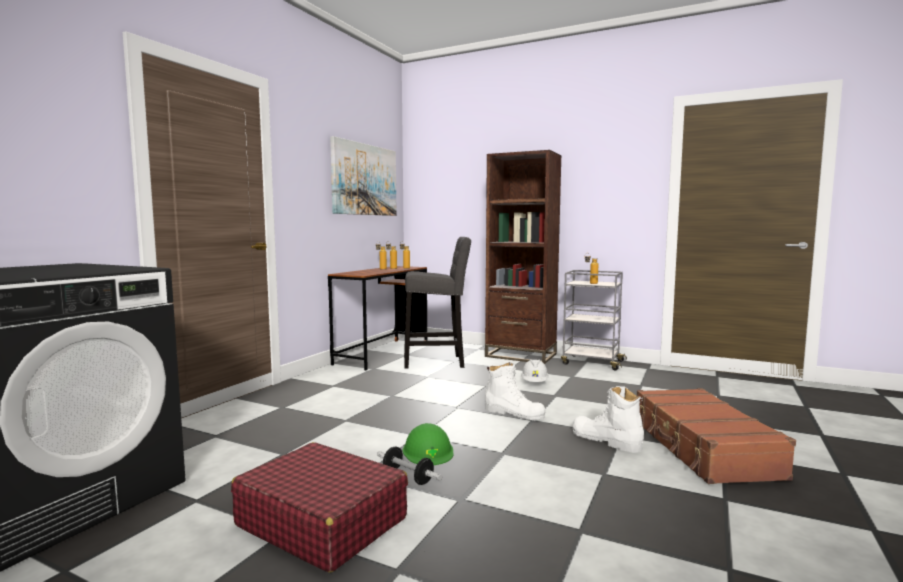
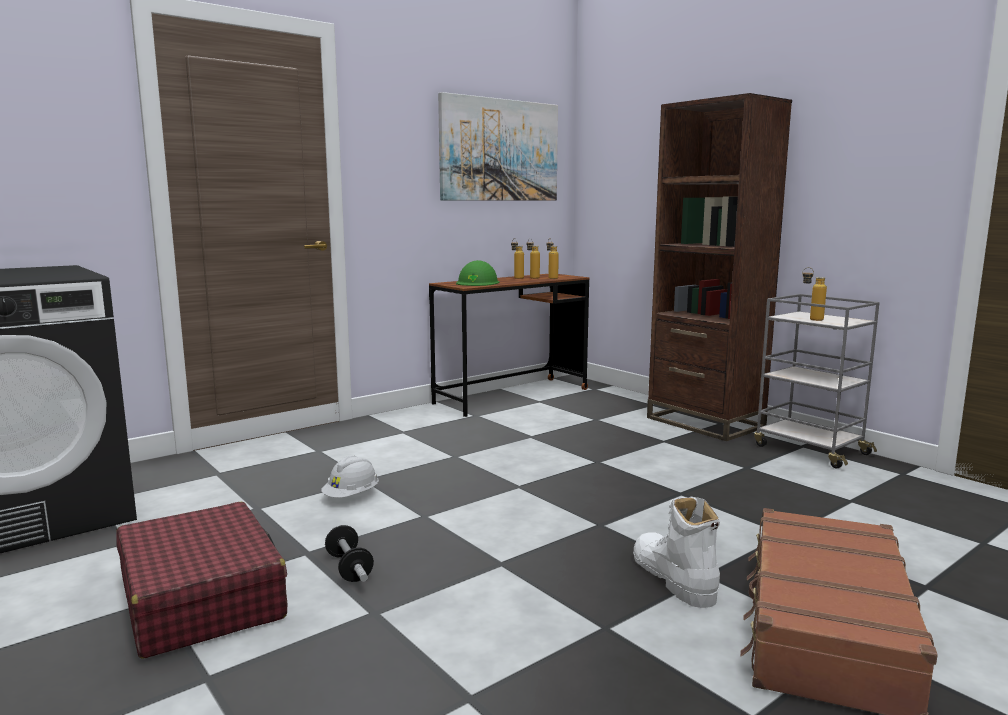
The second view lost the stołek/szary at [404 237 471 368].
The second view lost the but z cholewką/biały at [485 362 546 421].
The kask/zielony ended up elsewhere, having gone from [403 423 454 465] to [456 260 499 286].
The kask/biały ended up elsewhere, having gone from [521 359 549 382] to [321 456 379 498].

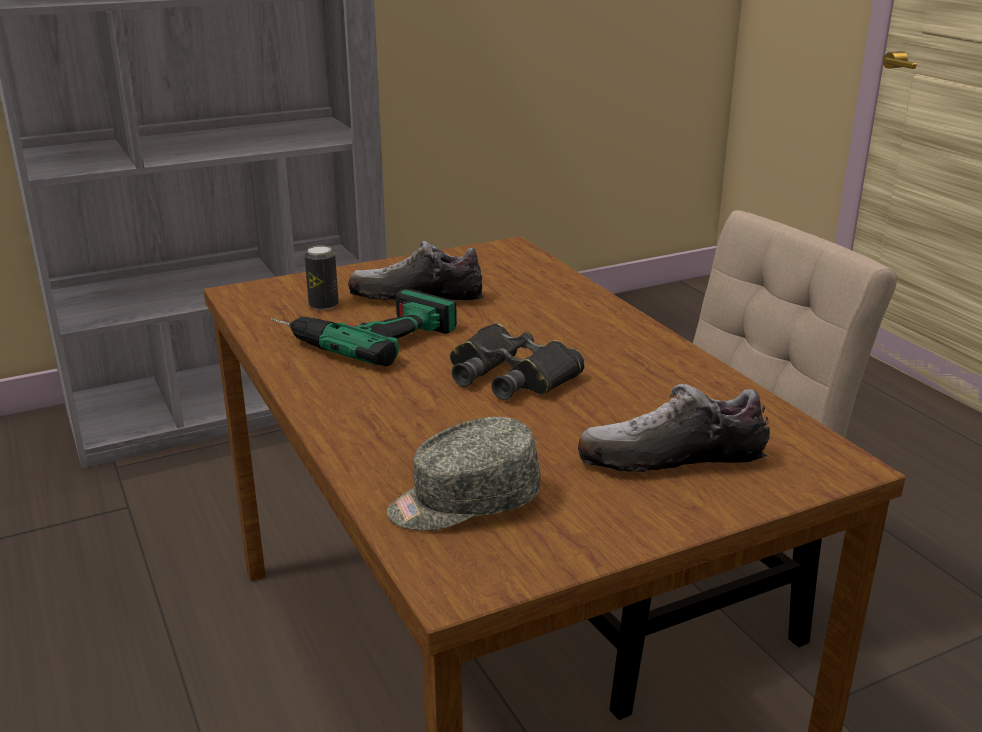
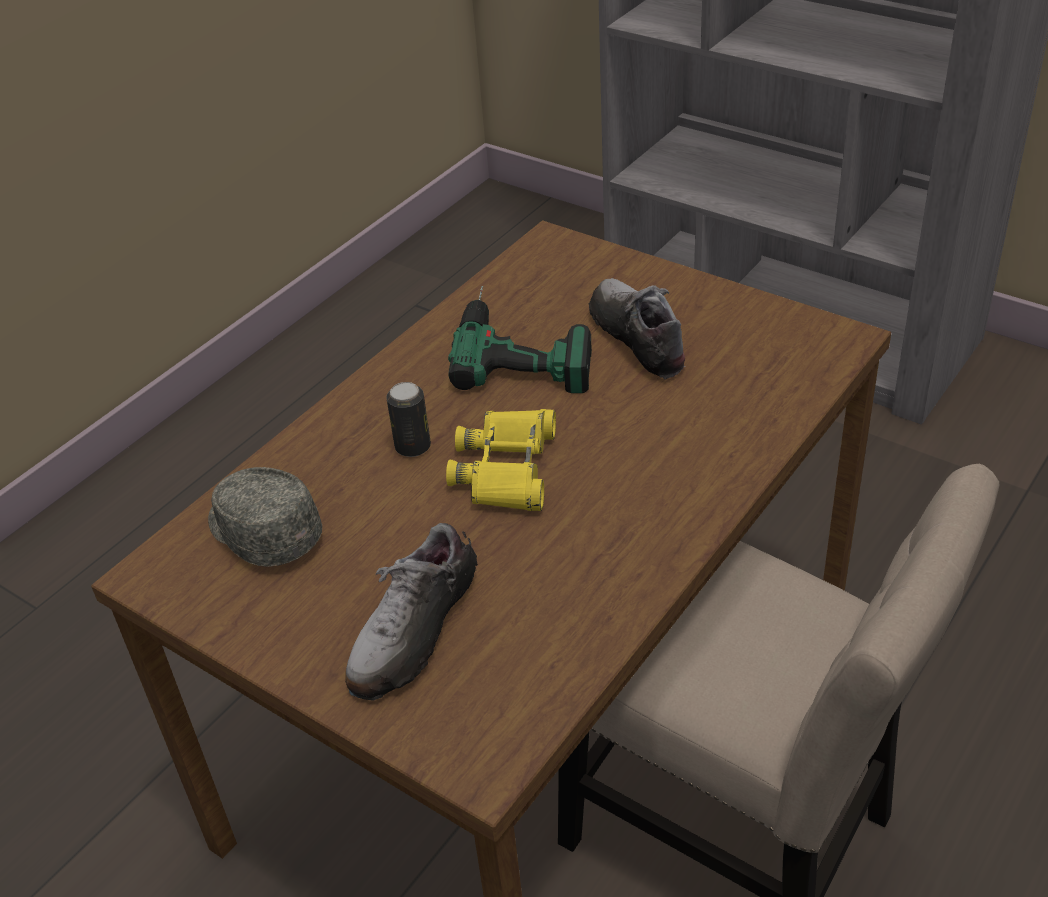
The puszka ended up elsewhere, having gone from [304 246 339 310] to [386 382 431 457].
What was the lornetka/czarny at [450 324 585 400] turned into the lornetka/żółty at [446 409 556 511].
The but at [578 384 770 472] ended up facing another way, 120 degrees counterclockwise from before.

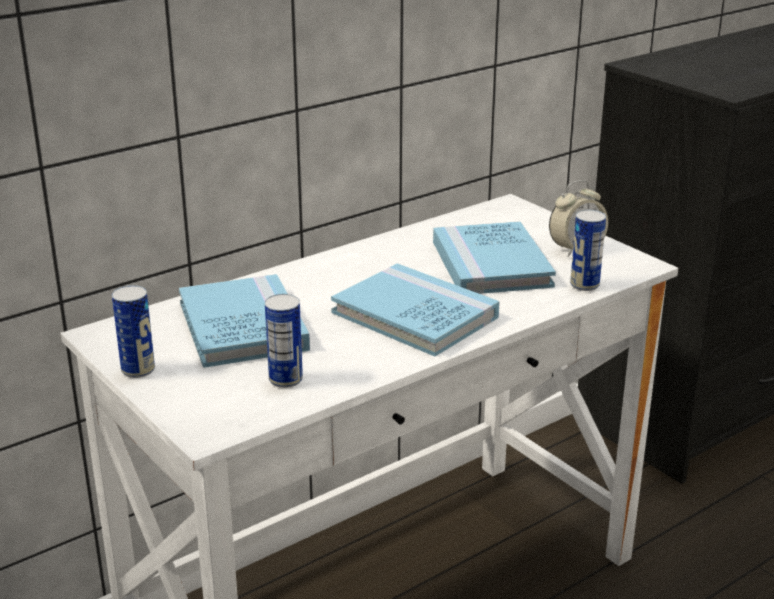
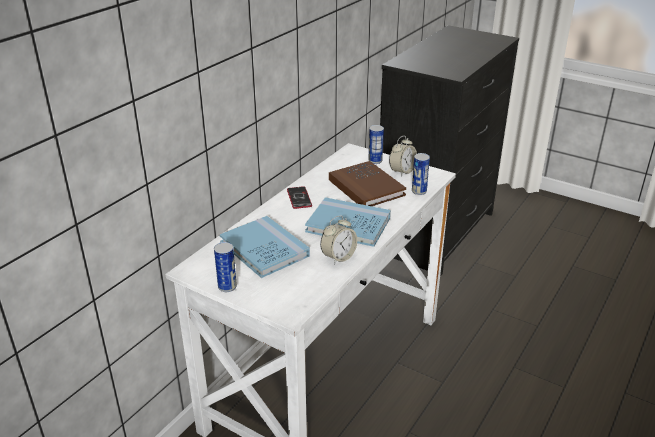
The second view gained the telefon at [287 186 312 209].
The second view gained the budzik at [320 215 357 265].
The puszka ended up elsewhere, having gone from [265 294 303 388] to [368 125 384 164].
What was the książka/niebieski at [433 221 556 294] turned into the książka/brązowy at [329 161 406 206].

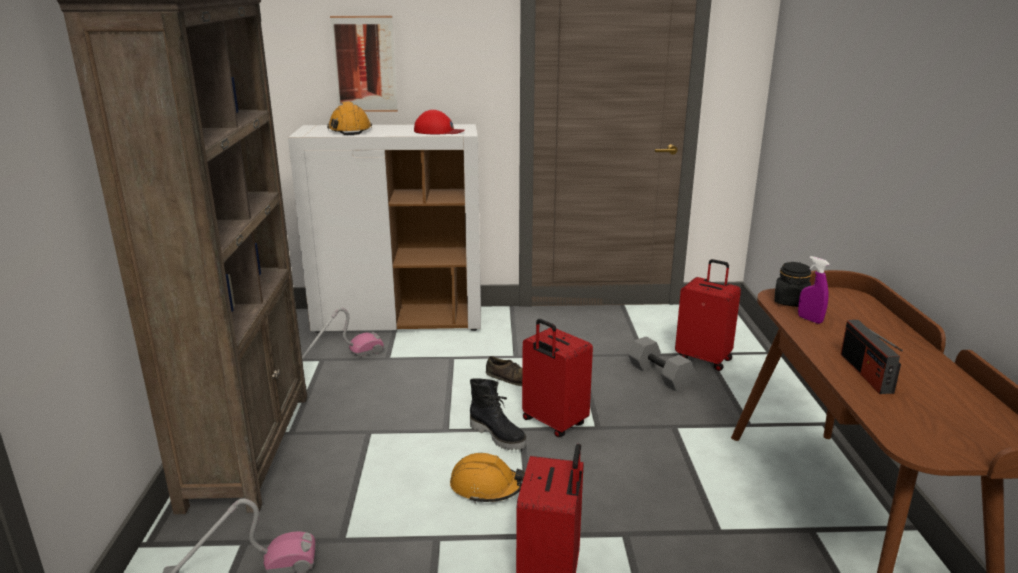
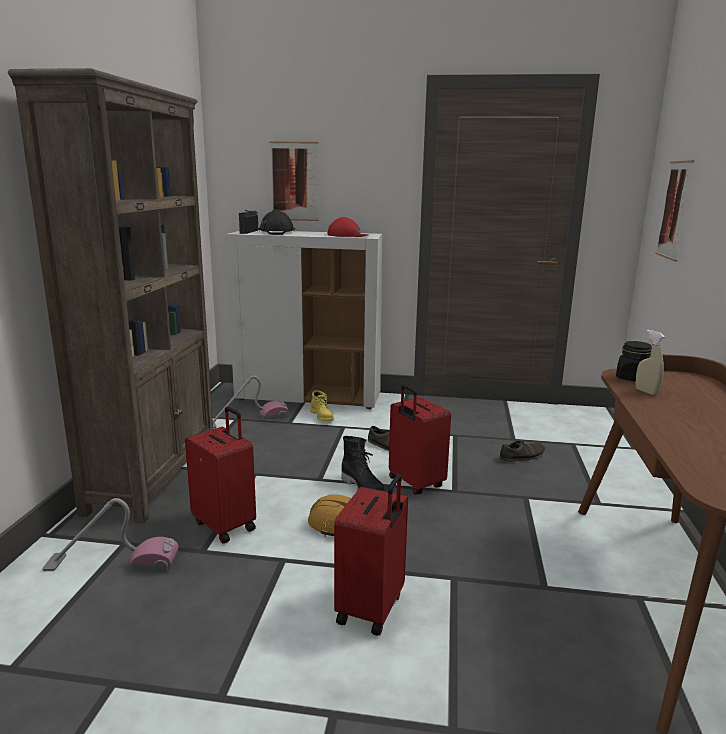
The second view gained the but z cholewką/żółty at [310 390 334 421].
The second view gained the obraz at [655 160 695 262].
The walizka/czerwony ended up elsewhere, having gone from [675 259 741 371] to [185 407 256 544].
The radio ended up elsewhere, having gone from [840 320 903 394] to [239 210 258 234].
Where the hantel/szary stood at [628 337 695 391], the but/brązowy came to stand at [500 441 545 462].
What was the kask/pomarańczowy at [327 101 372 135] turned into the kask/czarny at [259 209 295 235].
What was the spryskiwacz/fioletowy at [798 256 830 324] turned into the spryskiwacz/beżowy at [635 330 665 395].

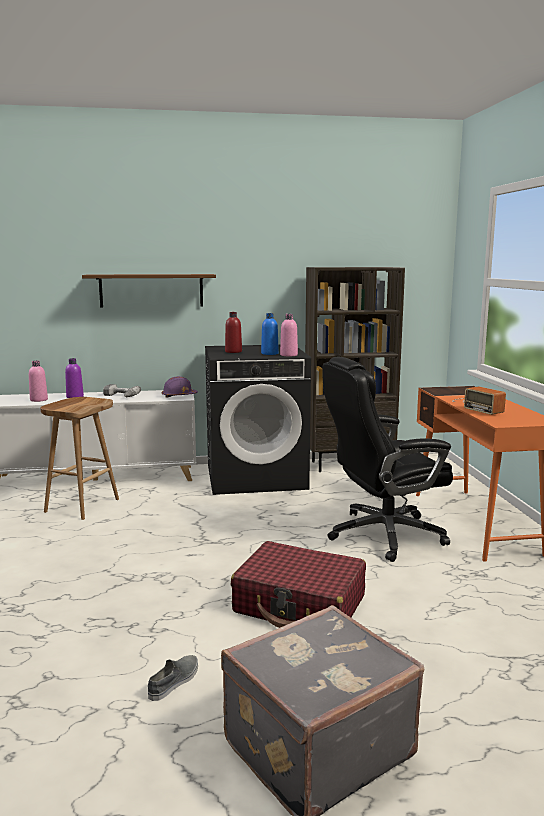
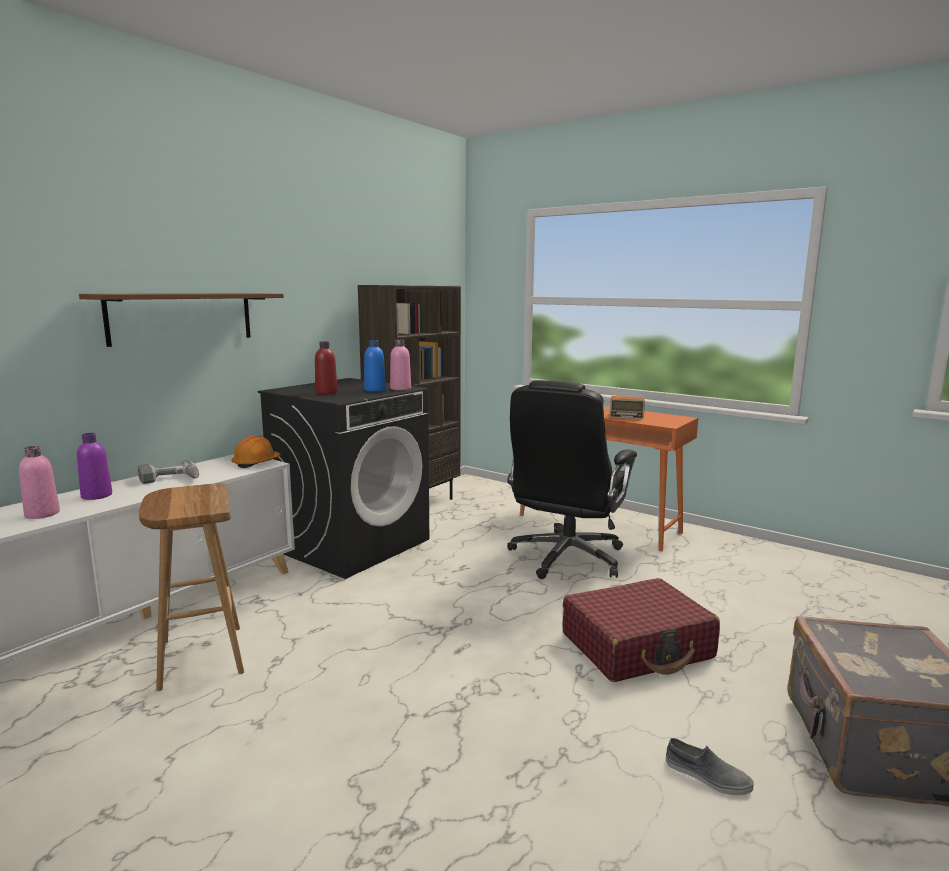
What was the kask/fioletowy at [162 376 198 398] turned into the kask/pomarańczowy at [231 435 281 468].
The but/szary at [148 655 198 701] ended up facing another way, 135 degrees clockwise from before.

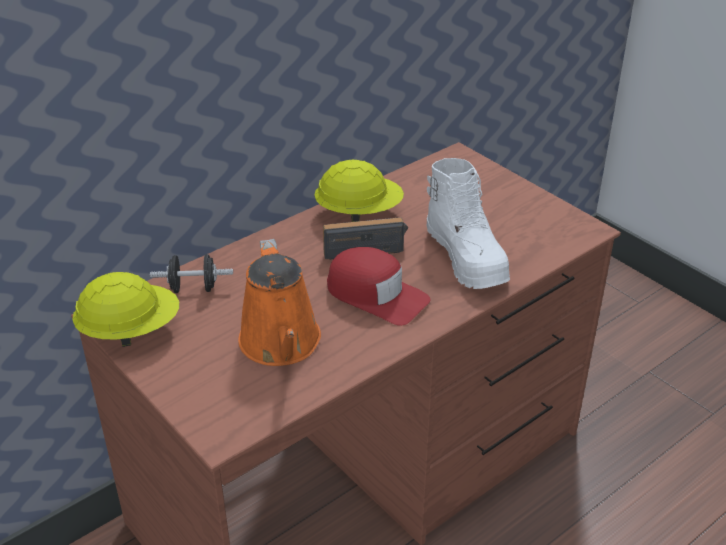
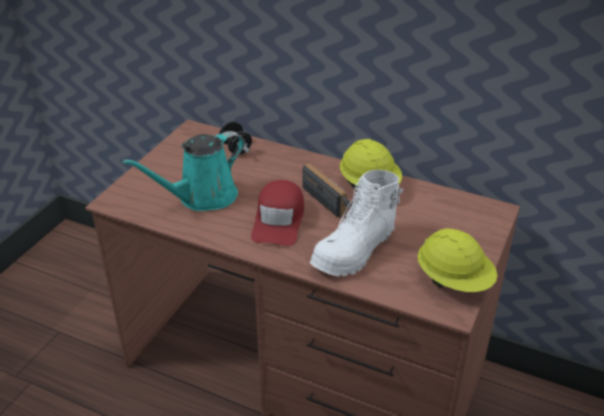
The kask/żółty ended up elsewhere, having gone from [72 272 179 347] to [418 228 497 292].
What was the konewka/pomarańczowy at [238 239 321 366] turned into the konewka/turkusowy at [122 131 245 211].

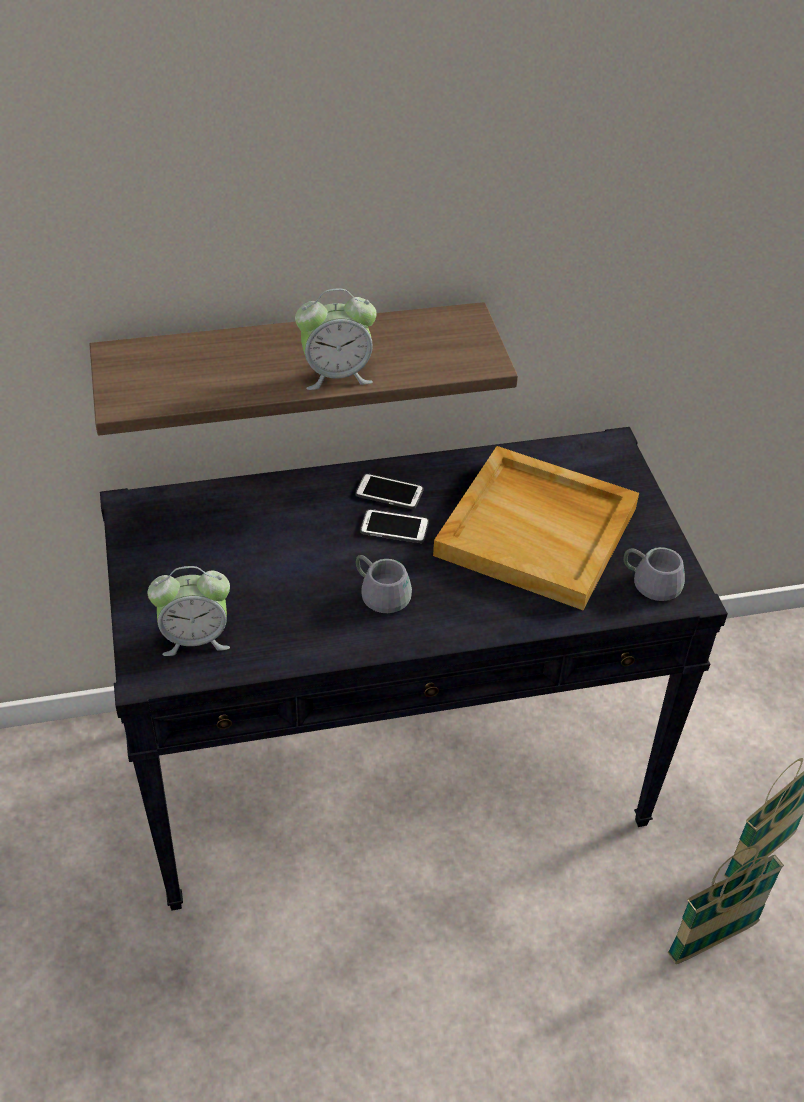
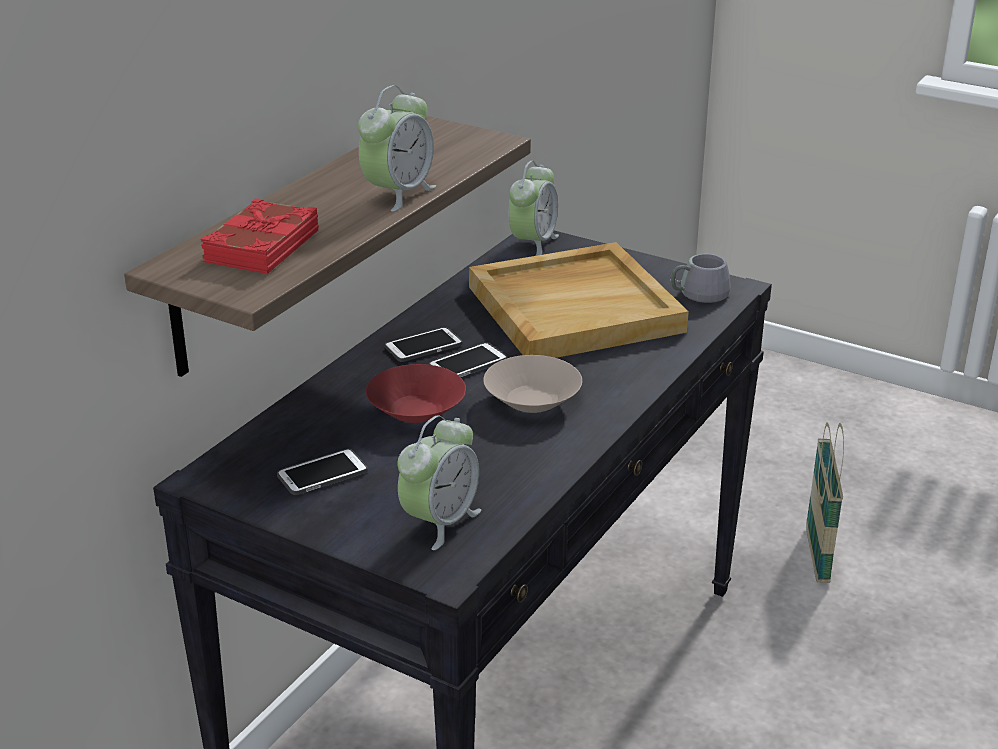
The second view lost the koszyk at [668 845 784 964].
The second view gained the książka/czerwony at [201 198 319 274].
The second view gained the telefon at [277 449 368 495].
The second view gained the miska/czerwony at [366 364 466 423].
The second view gained the budzik at [508 161 559 256].
Where the kubek/szary stood at [356 555 412 613], the miska/beżowy came to stand at [483 355 582 413].

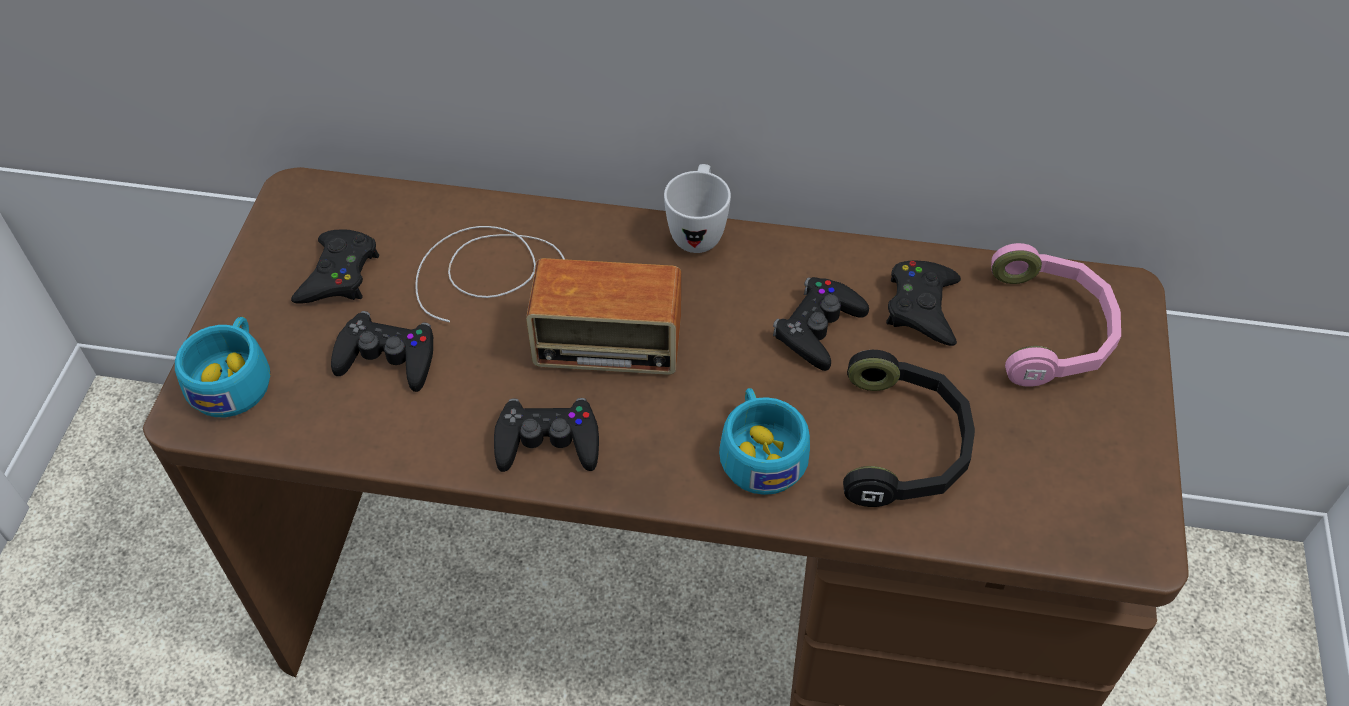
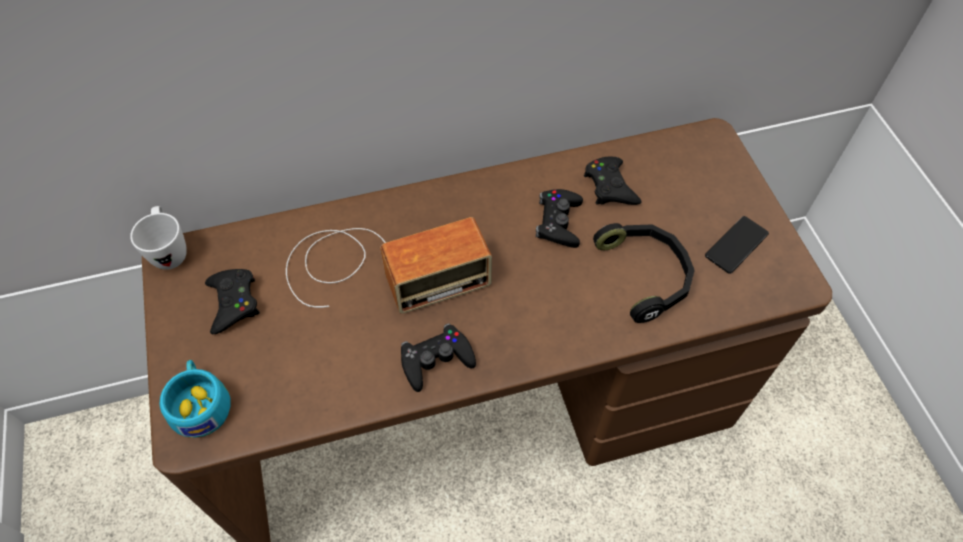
The second view lost the pad do gier/czarny at [331 311 433 392].
The second view lost the filiżanka/turkusowy at [719 388 810 495].
The second view lost the słuchawki/różowy at [991 243 1121 387].
The second view gained the telefon at [705 216 769 274].
The kubek/biały ended up elsewhere, having gone from [664 164 731 253] to [130 206 187 270].

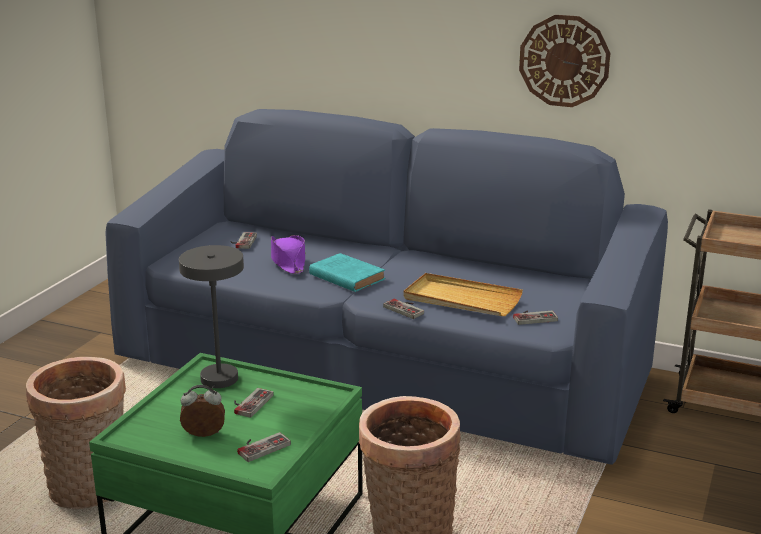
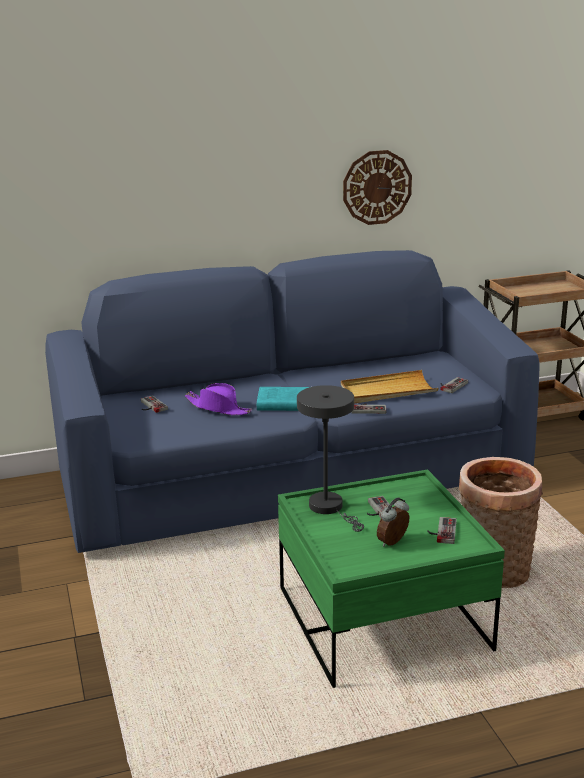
The second view lost the koszyk at [26 357 126 509].

